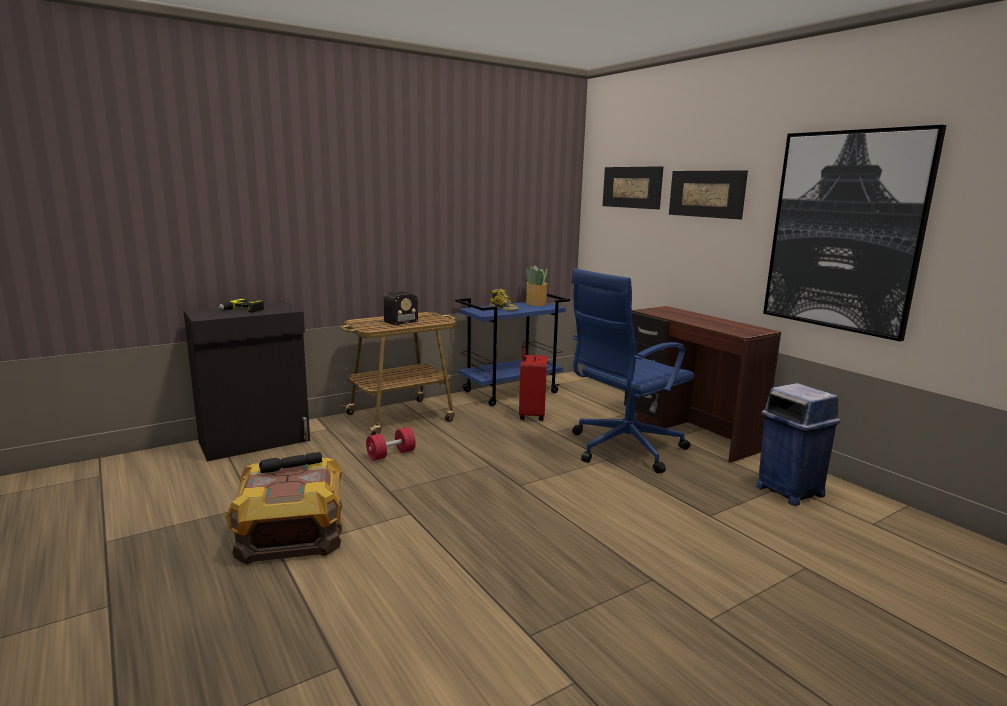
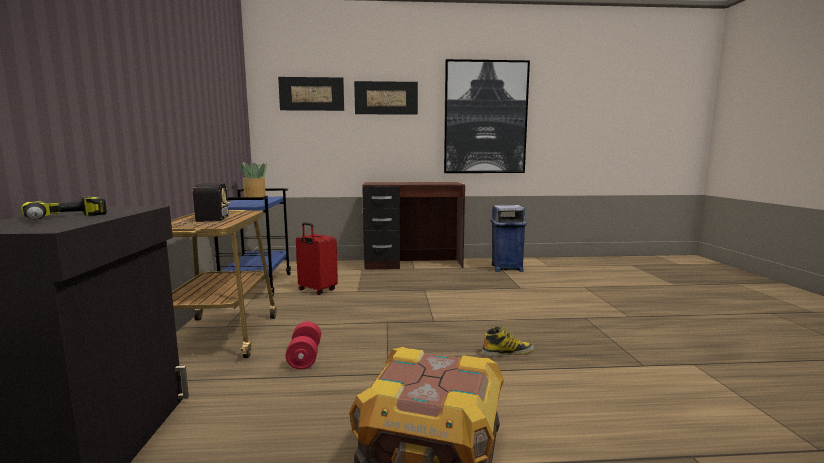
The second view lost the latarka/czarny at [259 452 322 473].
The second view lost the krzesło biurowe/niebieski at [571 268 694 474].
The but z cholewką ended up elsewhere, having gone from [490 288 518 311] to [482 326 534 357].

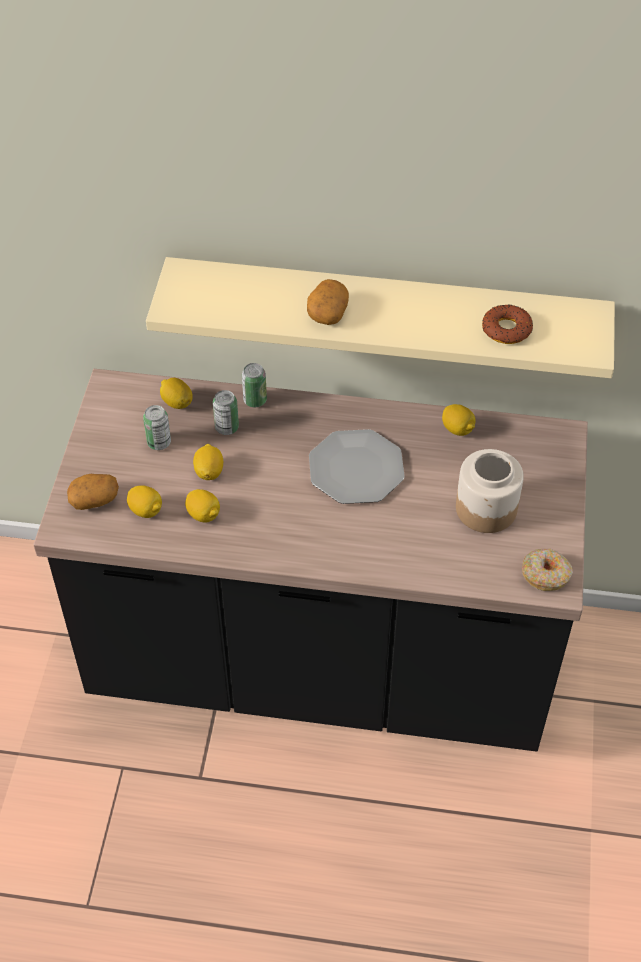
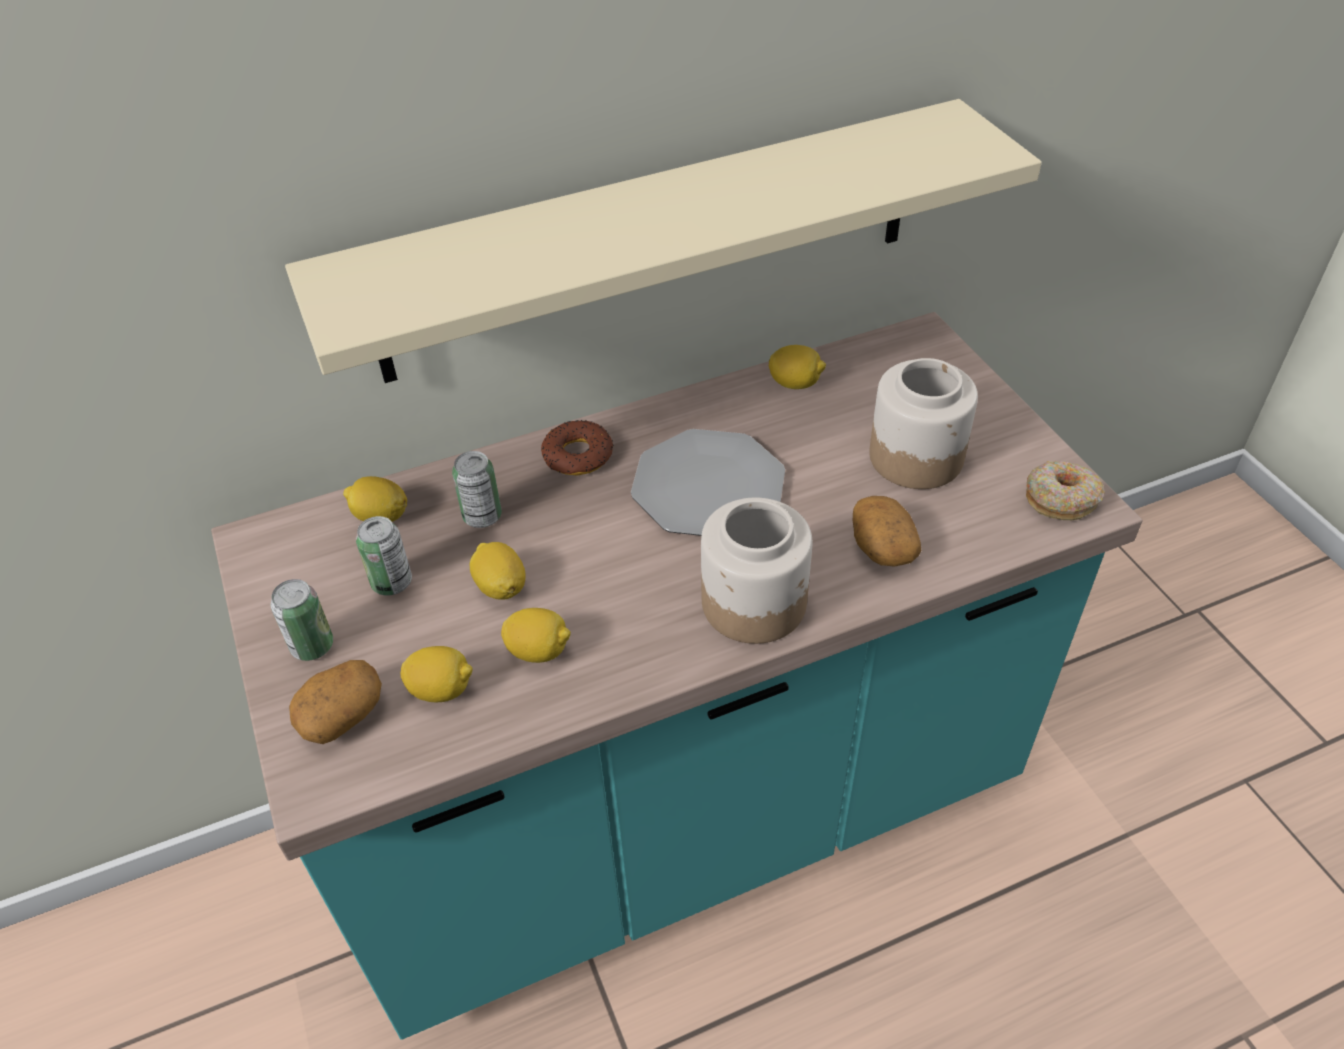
The second view gained the słoik at [701 498 812 644].
The puszka ended up elsewhere, having gone from [242 363 267 408] to [271 579 333 661].
The ziemniak ended up elsewhere, having gone from [307 279 349 325] to [853 496 921 567].
The donut ended up elsewhere, having gone from [482 304 533 344] to [541 420 613 476].
What was the zabudowa kuchenna/czarny at [33 369 588 752] turned into the zabudowa kuchenna/turkusowy at [211 312 1142 1040].

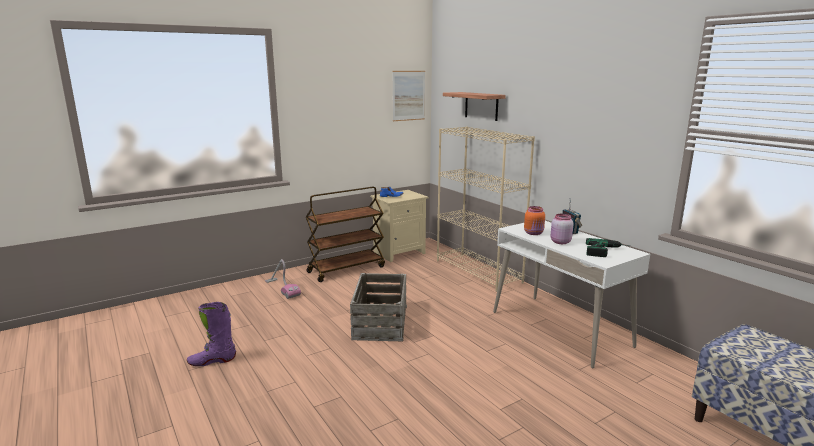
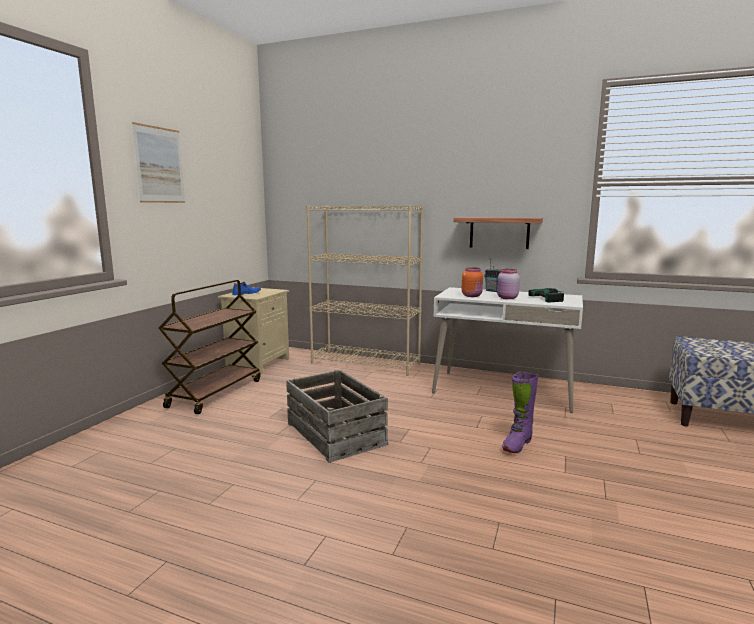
The second view lost the odkurzacz at [265 259 301 299].
The but z cholewką/fioletowy ended up elsewhere, having gone from [187 302 236 366] to [502 372 538 453].
The obraz ended up elsewhere, having gone from [392 71 425 121] to [132 122 185 203].
The półka ended up elsewhere, having gone from [443 92 506 121] to [454 217 543 249].

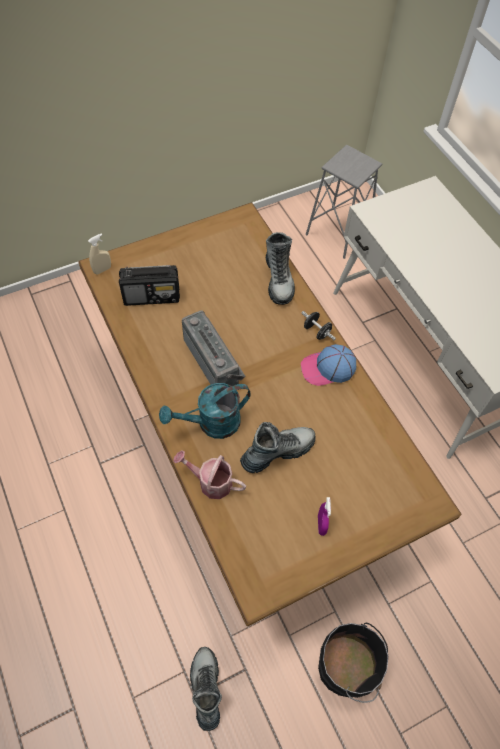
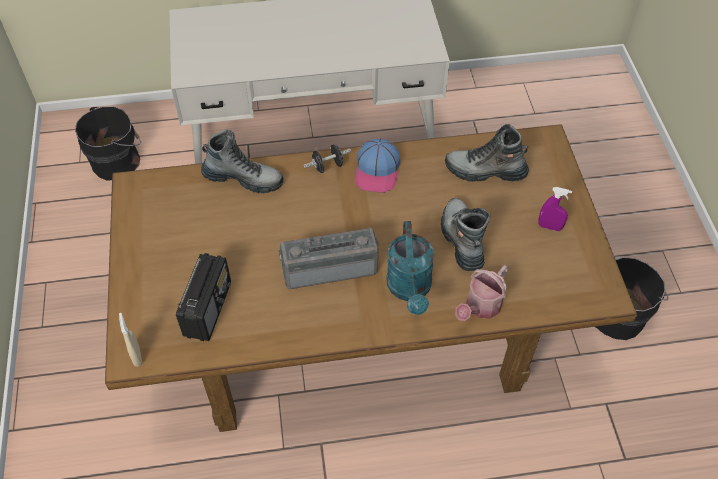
The but z cholewką ended up elsewhere, having gone from [190 647 222 731] to [445 124 529 182].
Where the stołek/szary stood at [306 145 382 259], the wiadro/czarny came to stand at [75 106 141 180].

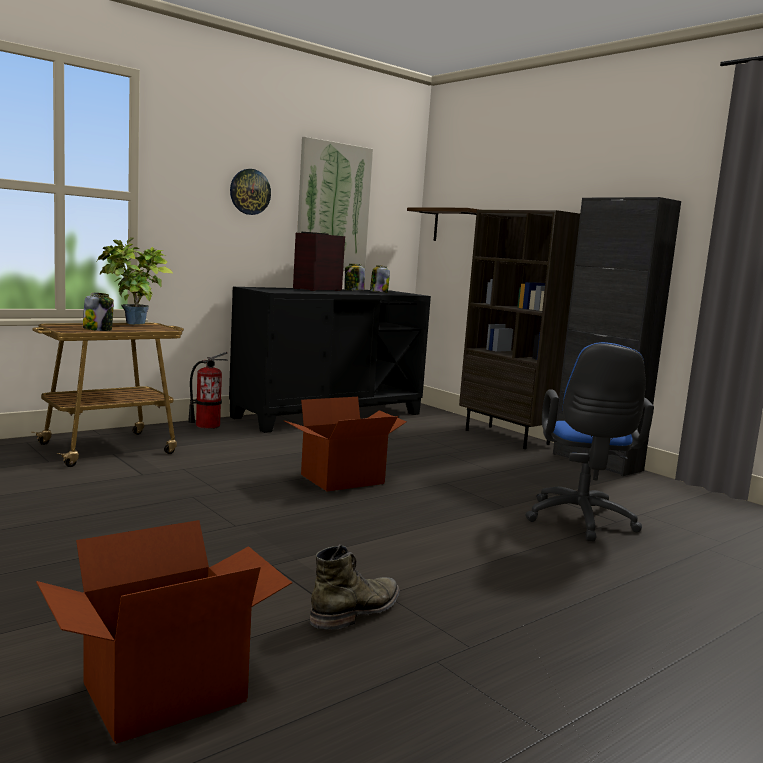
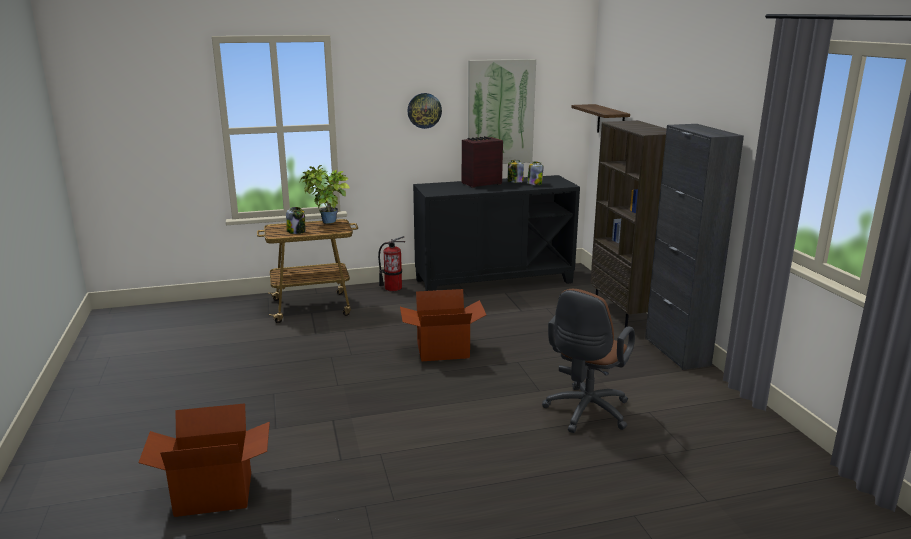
The second view lost the but z cholewką/zielony at [310 544 400 630].
What was the krzesło biurowe/niebieski at [525 342 654 541] turned into the krzesło biurowe/brązowy at [542 289 635 433].

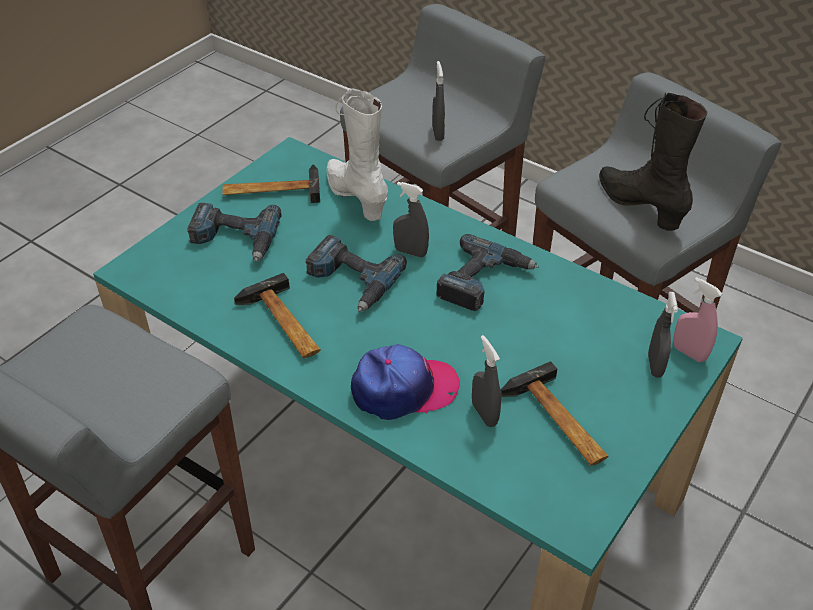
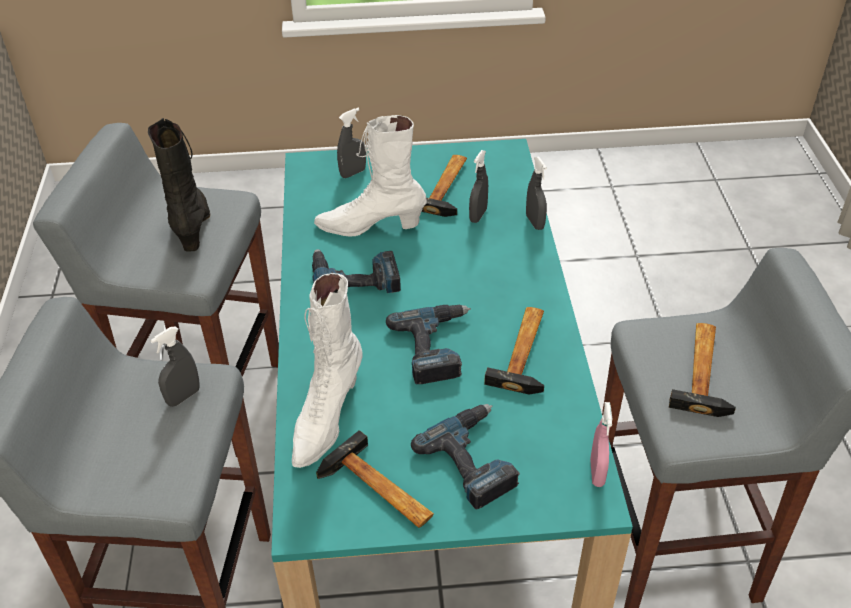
The second view lost the czapka z daszkiem at [351 344 460 420].
The second view gained the but z cholewką/biały at [314 115 427 236].
The second view gained the młotek at [669 323 736 417].
The spryskiwacz/szary ended up elsewhere, having gone from [393 182 429 257] to [526 156 547 230].
The spryskiwacz/różowy ended up elsewhere, having gone from [673 277 722 362] to [590 402 612 487].
The but z cholewką/czarny at [599 92 707 231] ended up facing another way, 150 degrees clockwise from before.

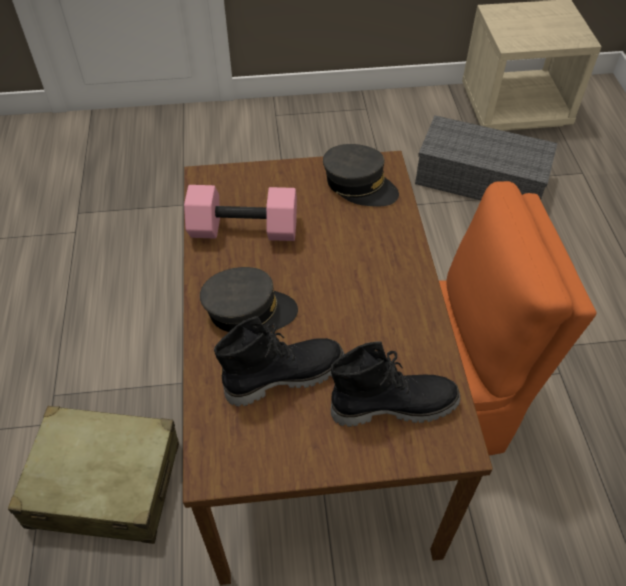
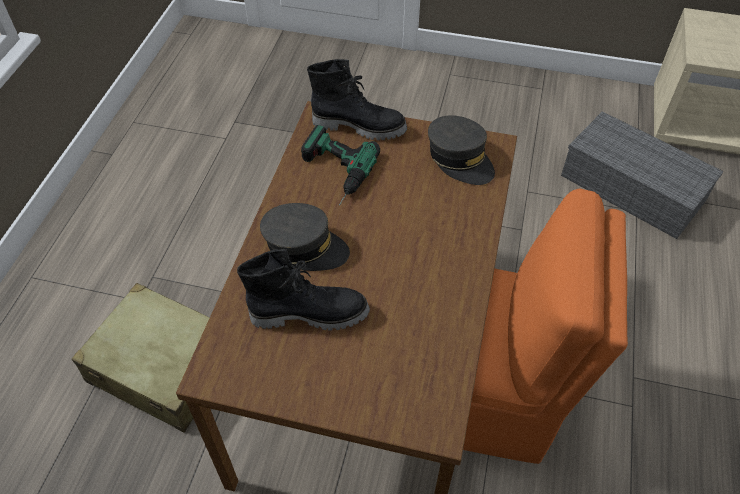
The but z cholewką/czarny ended up elsewhere, having gone from [331 341 460 427] to [307 59 407 140].
Where the hantel/różowy stood at [184 185 297 241], the wiertarka came to stand at [301 125 380 205].

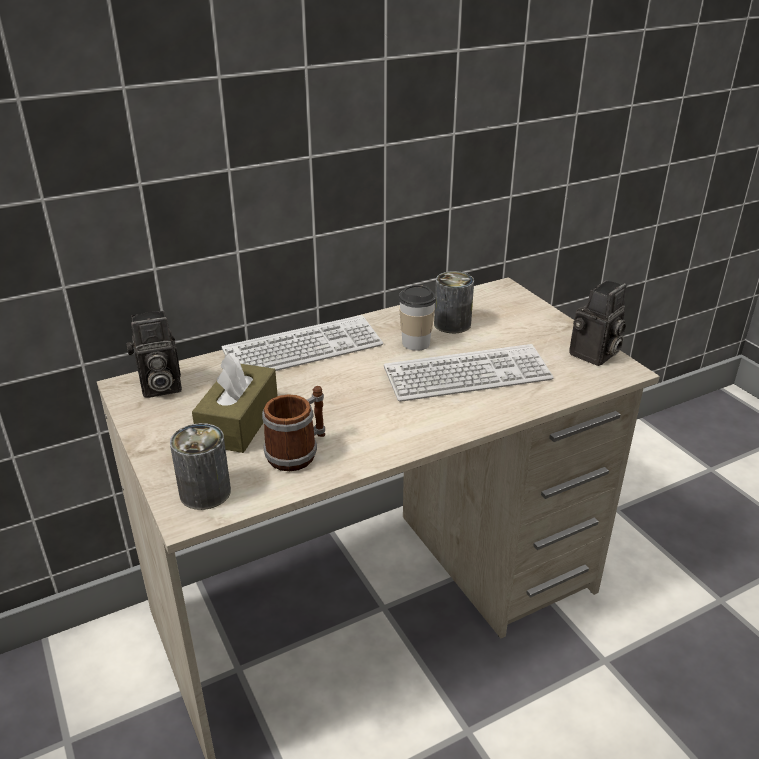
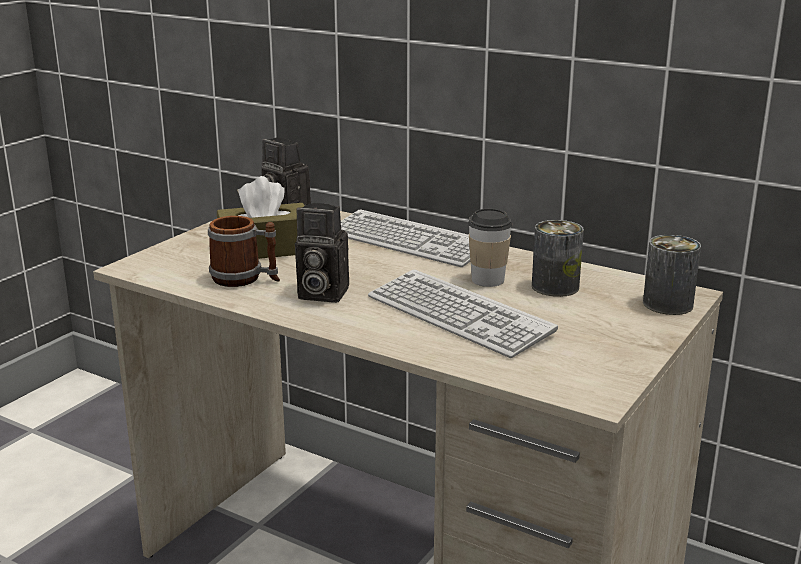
The puszka ended up elsewhere, having gone from [170 423 231 510] to [643 235 701 315].
The aparat fotograficzny ended up elsewhere, having gone from [569 280 627 366] to [295 203 349 303].

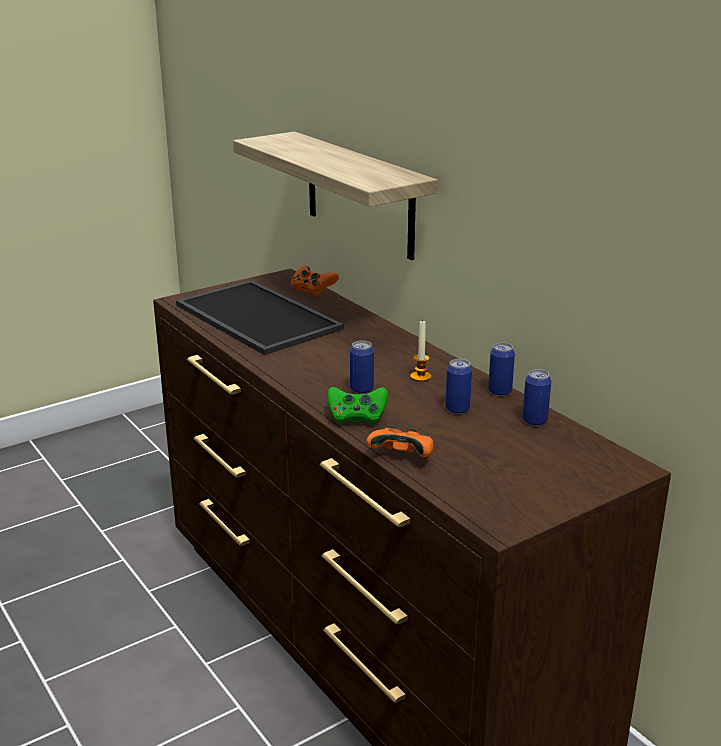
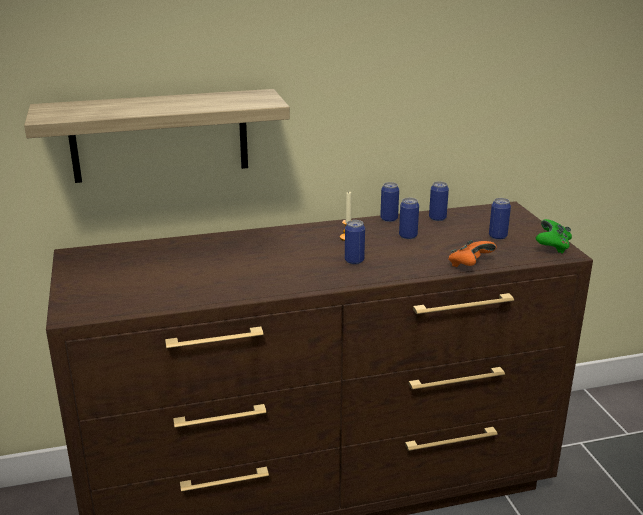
The second view lost the taca at [176 280 343 355].
The second view lost the pad do gier/pomarańczowy at [291 265 339 297].
The second view gained the puszka at [489 198 511 240].
The pad do gier/zielony ended up elsewhere, having gone from [327 387 388 426] to [536 219 572 254].

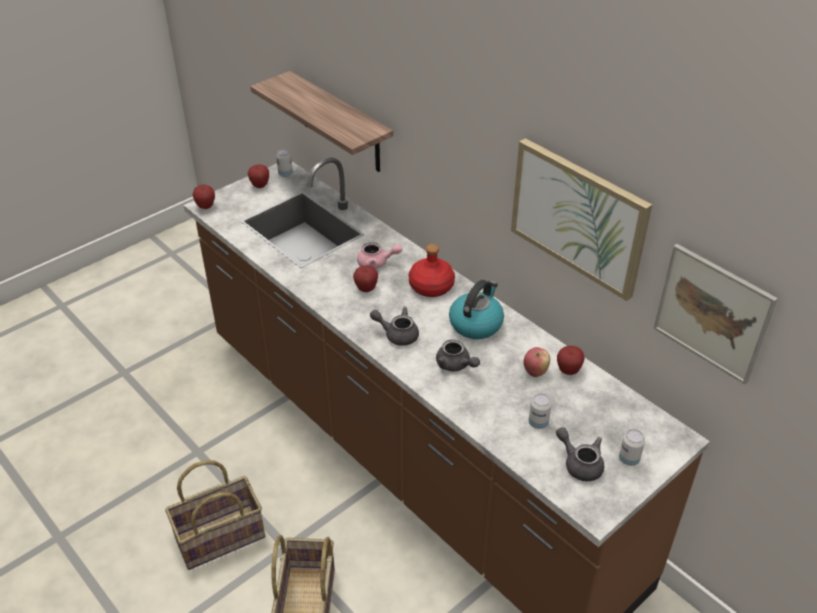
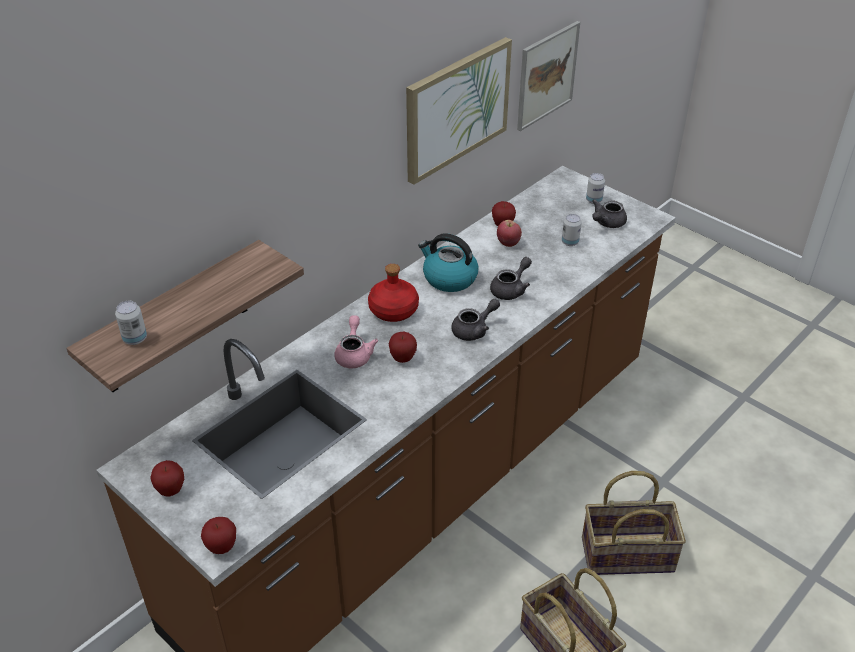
The puszka ended up elsewhere, having gone from [276 149 293 177] to [115 301 147 345].
The imbryk/szary at [370 307 419 346] ended up facing another way, 135 degrees counterclockwise from before.

